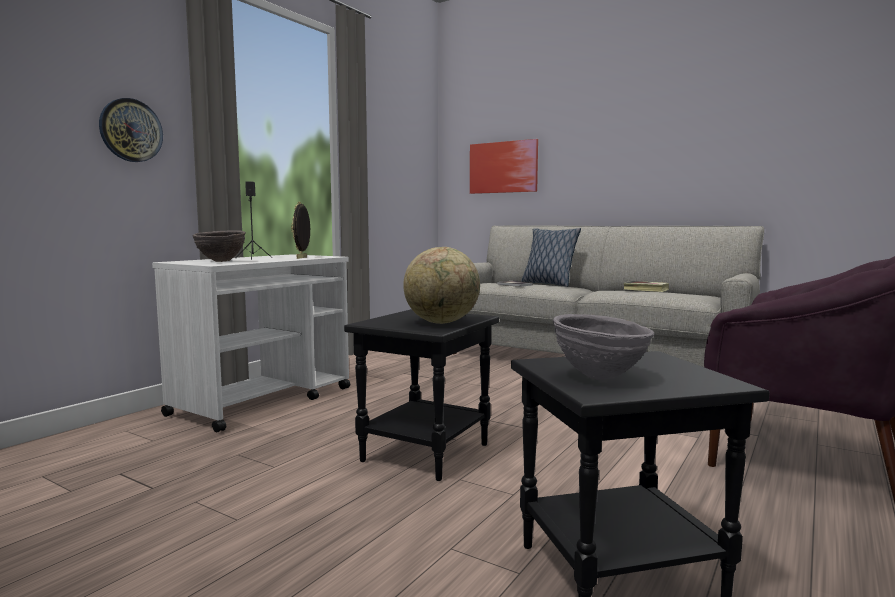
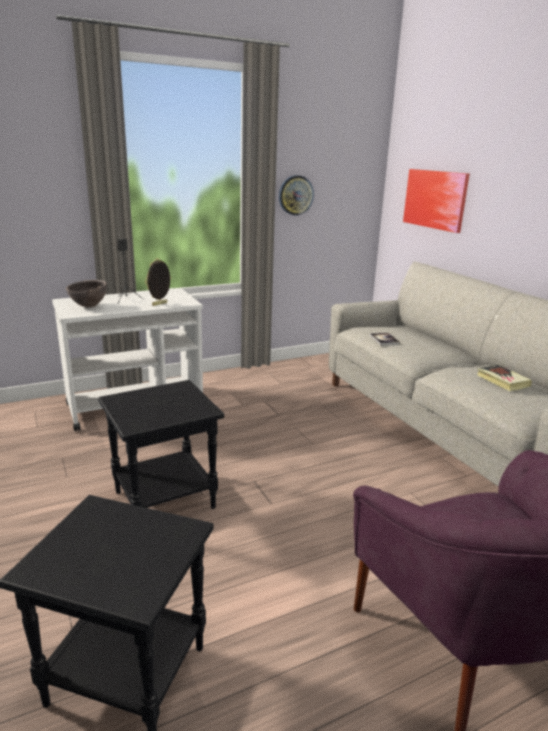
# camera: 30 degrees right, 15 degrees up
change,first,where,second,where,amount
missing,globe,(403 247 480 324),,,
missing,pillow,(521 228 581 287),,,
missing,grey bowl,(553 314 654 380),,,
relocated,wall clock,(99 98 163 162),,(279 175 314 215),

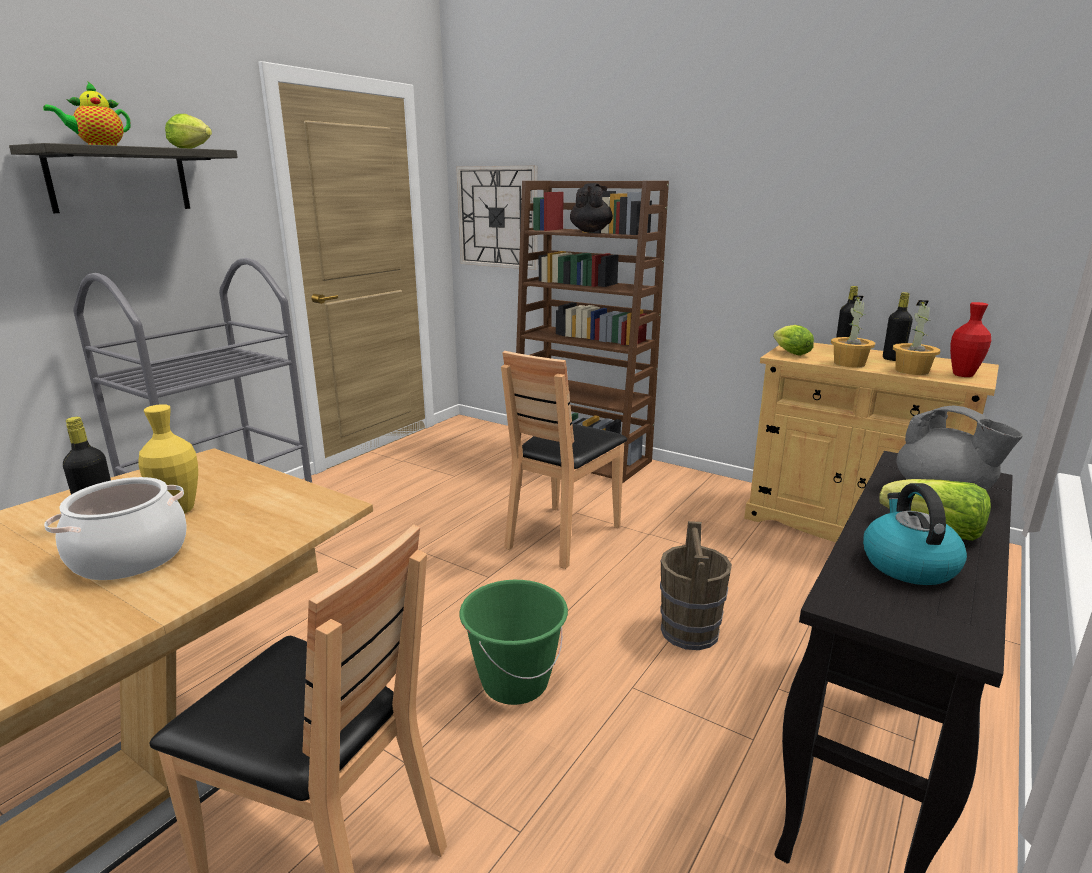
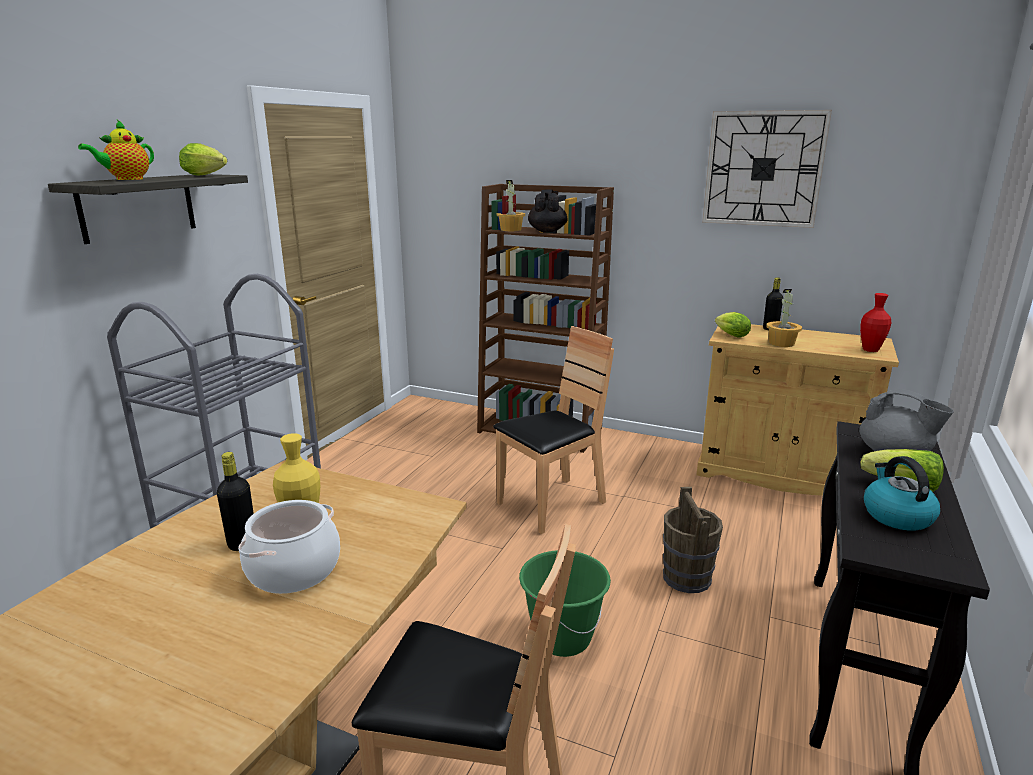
# camera: 10 degrees left, 0 degrees up
change,first,where,second,where,amount
missing,black bottle,(883 292 913 361),,,
relocated,wall clock,(456 166 538 270),,(702 110 832 228),
relocated,potted plant,(893 300 940 375),,(496 180 525 231),
spun,brown chair,(501 351 627 569),,(493 326 614 534),150 degrees counterclockwise

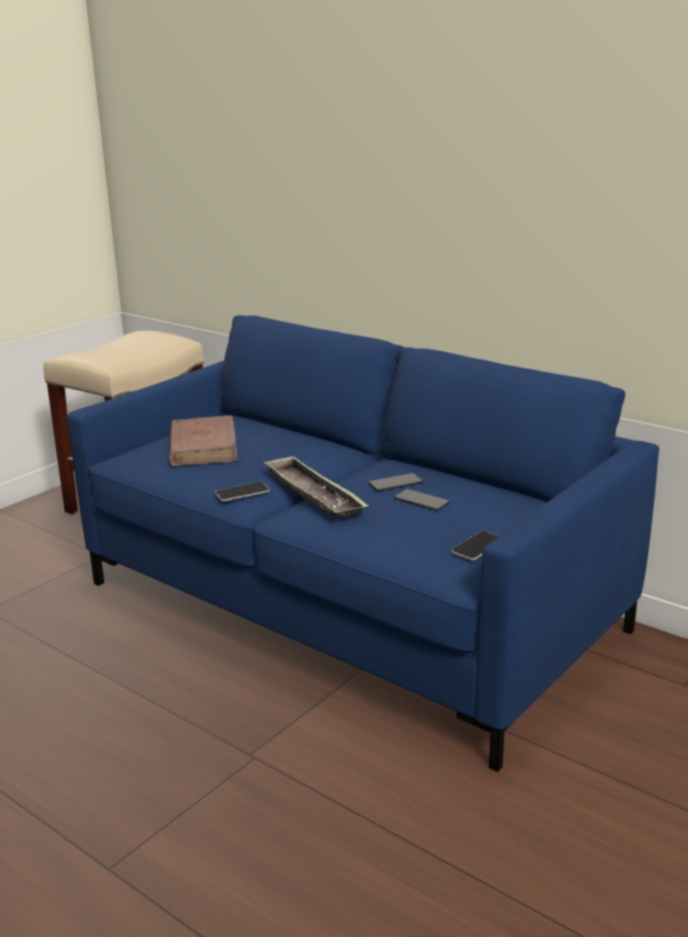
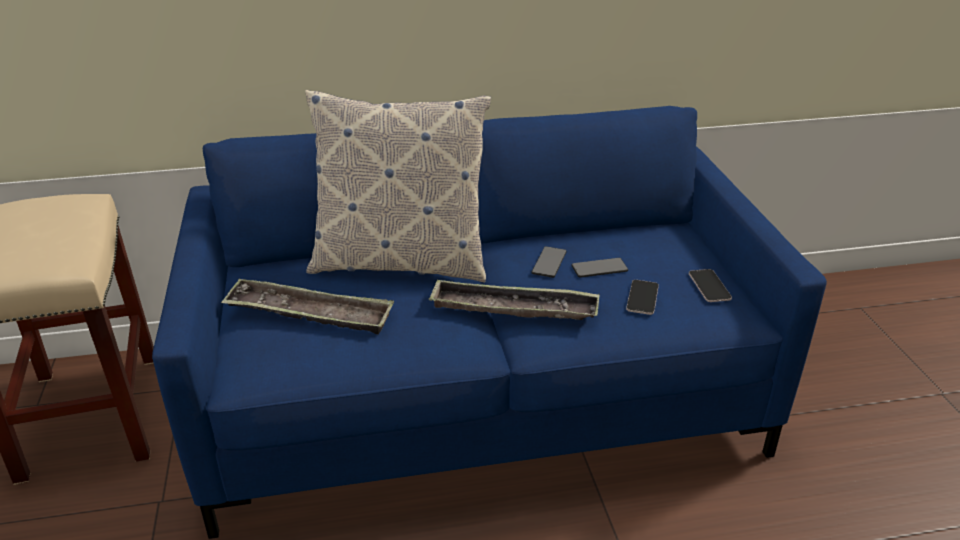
# camera: 50 degrees left, 10 degrees up
change,first,where,second,where,amount
appeared,,,pillow,(305 90 491 283),
relocated,phone,(215 482 269 501),,(626 280 659 315),
exchanged,brown book,(169 416 238 466),tray,(221 279 394 334),

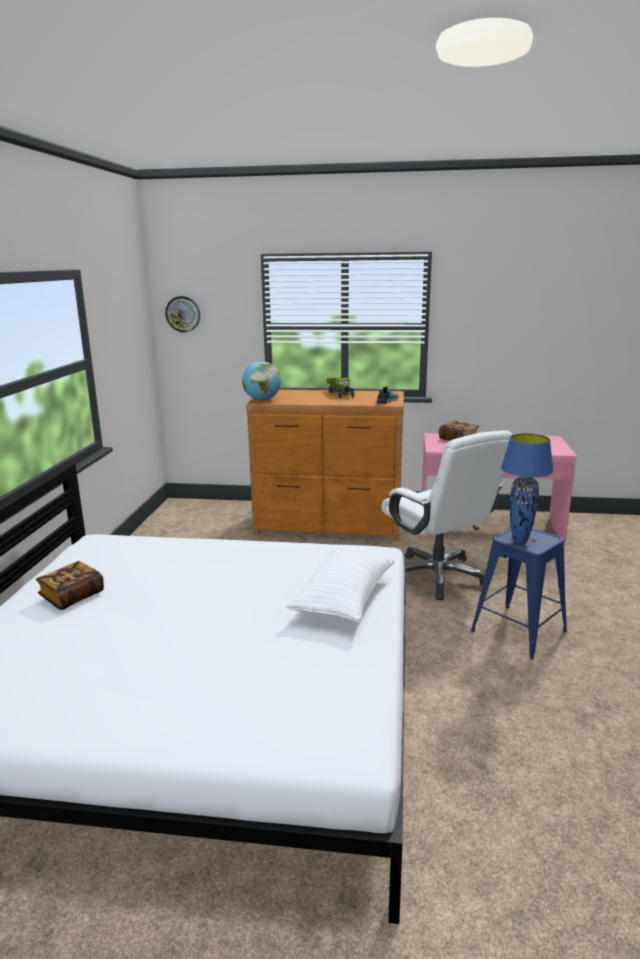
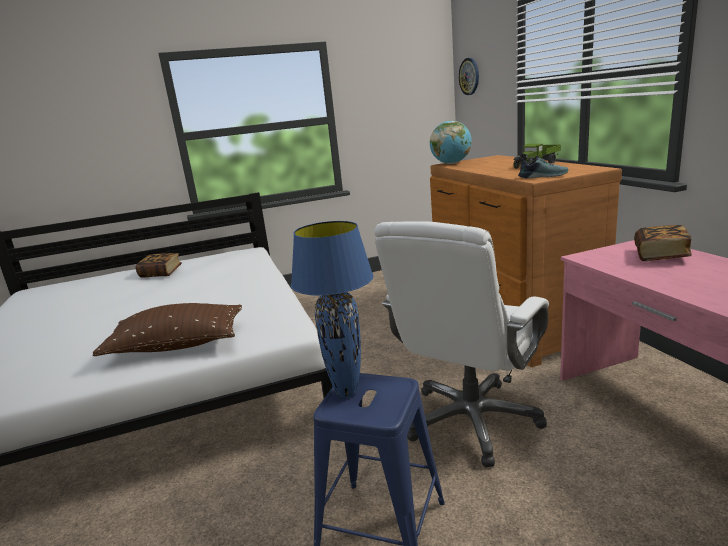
# camera: 65 degrees right, 0 degrees up
change,first,where,second,where,amount
colour,white pillow,(286 550 395 623),brown pillow,(93 303 242 356),

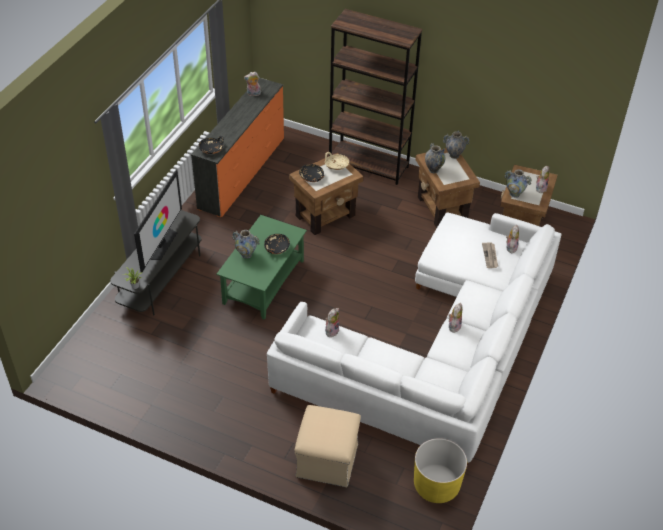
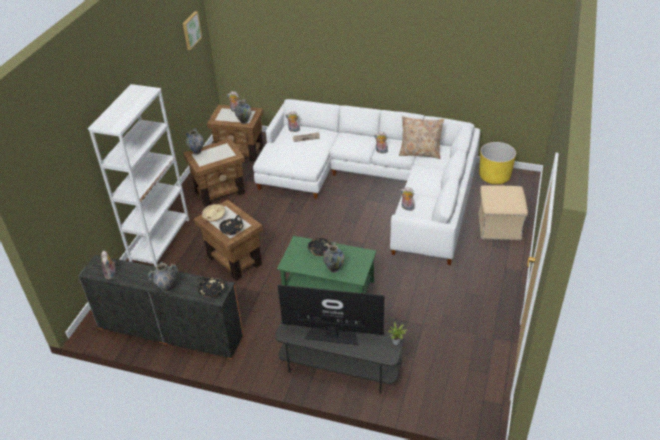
# camera: 95 degrees left, 5 degrees down
change,first,where,second,where,amount
appeared,,,picture,(183 11 202 50),
appeared,,,beige pillow,(399 116 444 159),
relocated,vase,(425 143 446 173),,(148 261 179 293),
colour,brown bookcase,(329 9 422 185),white bookcase,(88 84 189 267),

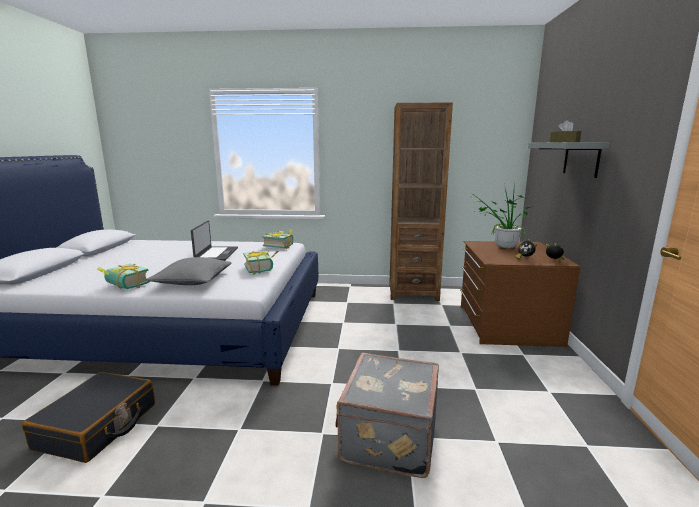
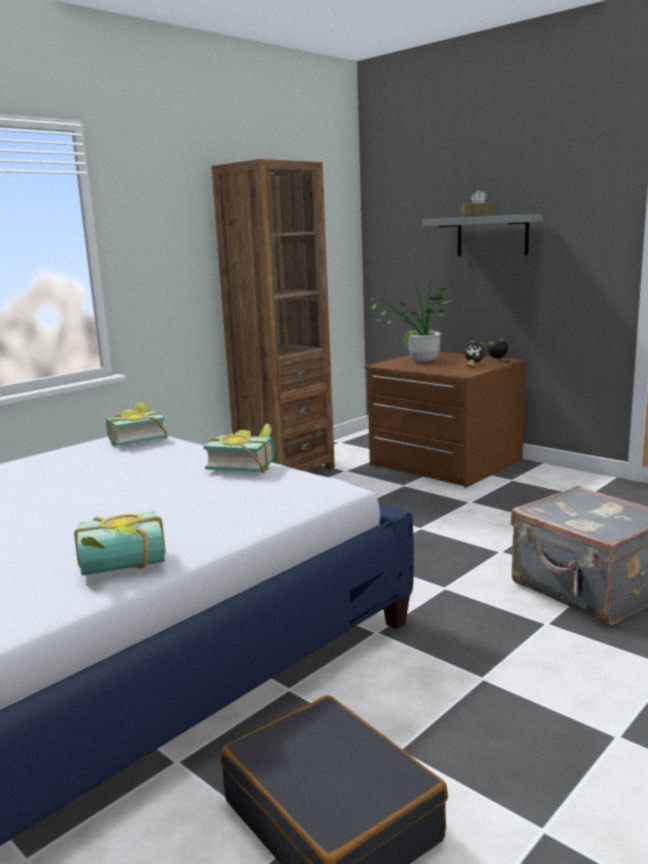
# camera: 50 degrees left, 0 degrees up
change,first,where,second,where,amount
missing,grey pillow,(146 257 232 285),,,
missing,laptop,(191 220 238 261),,,

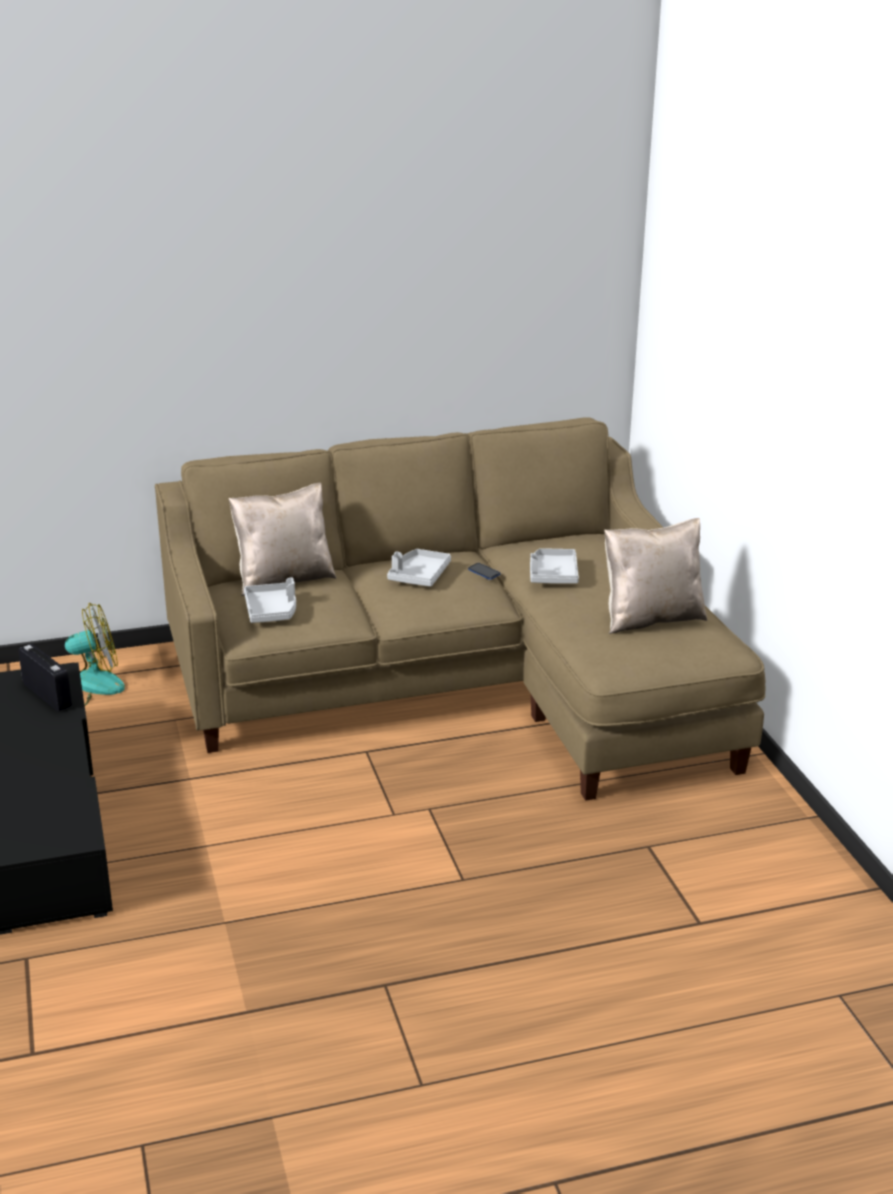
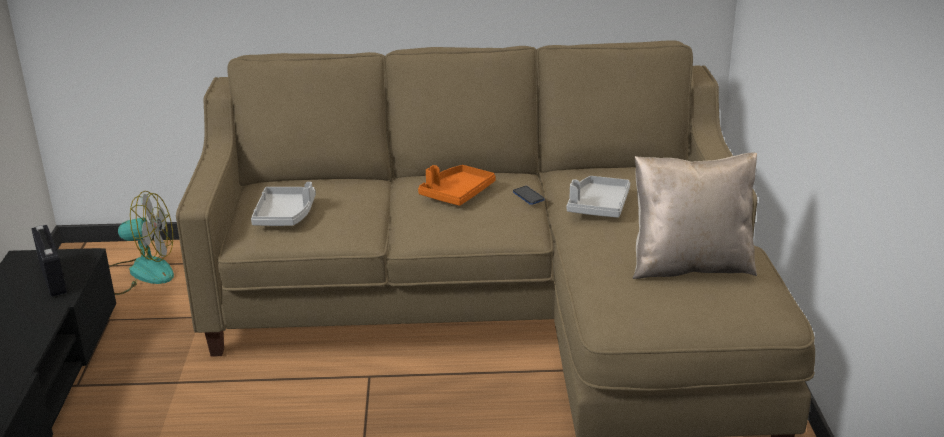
# camera: 15 degrees right, 0 degrees up
change,first,where,second,where,amount
missing,beige pillow,(229 483 336 596),,,
colour,grey tray,(387 549 451 587),orange tray,(418 165 496 206),

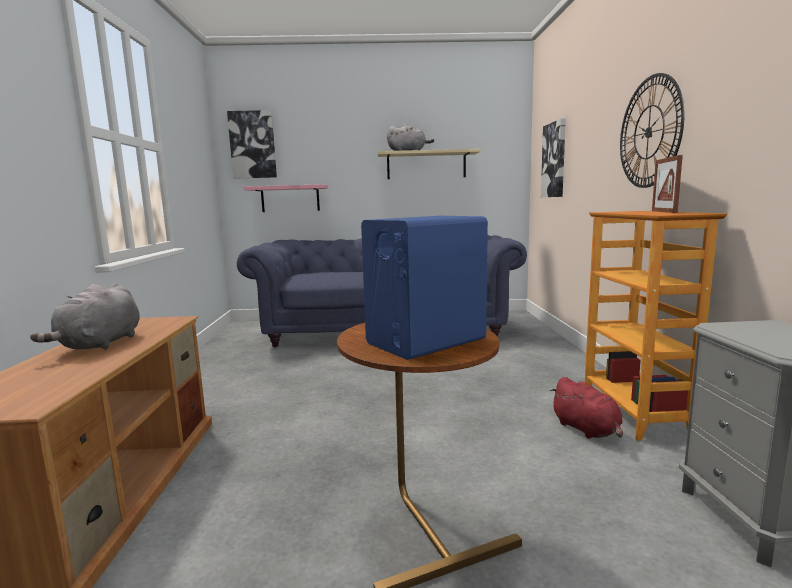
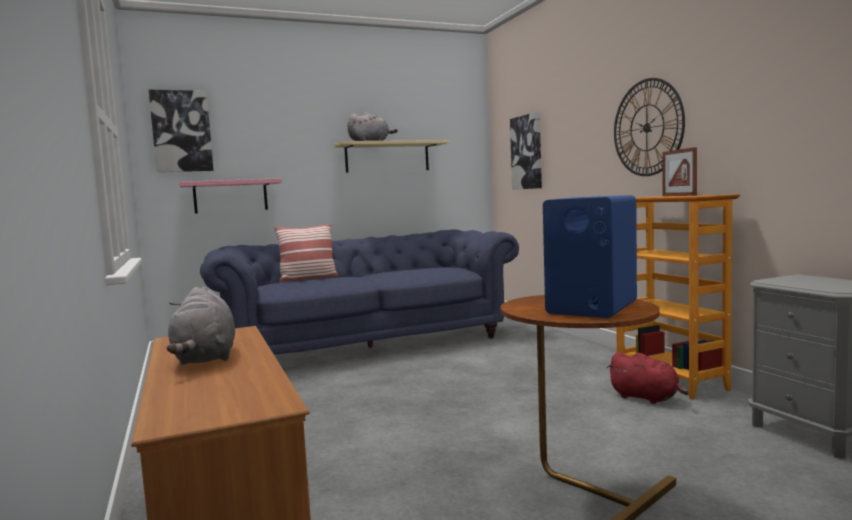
# camera: 20 degrees left, 5 degrees down
change,first,where,second,where,amount
appeared,,,pillow,(274 224 339 282),

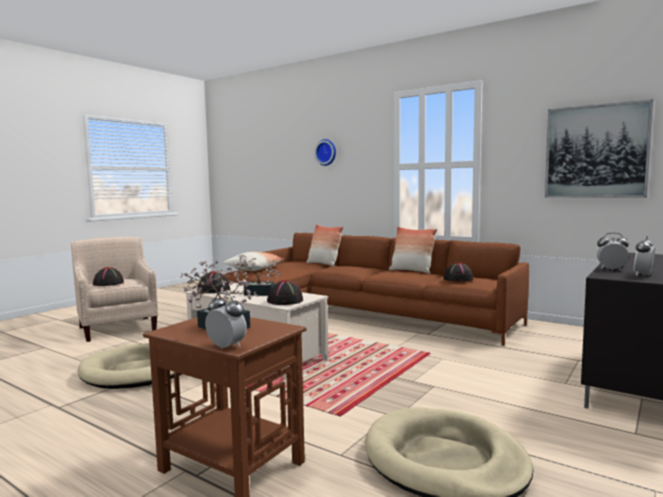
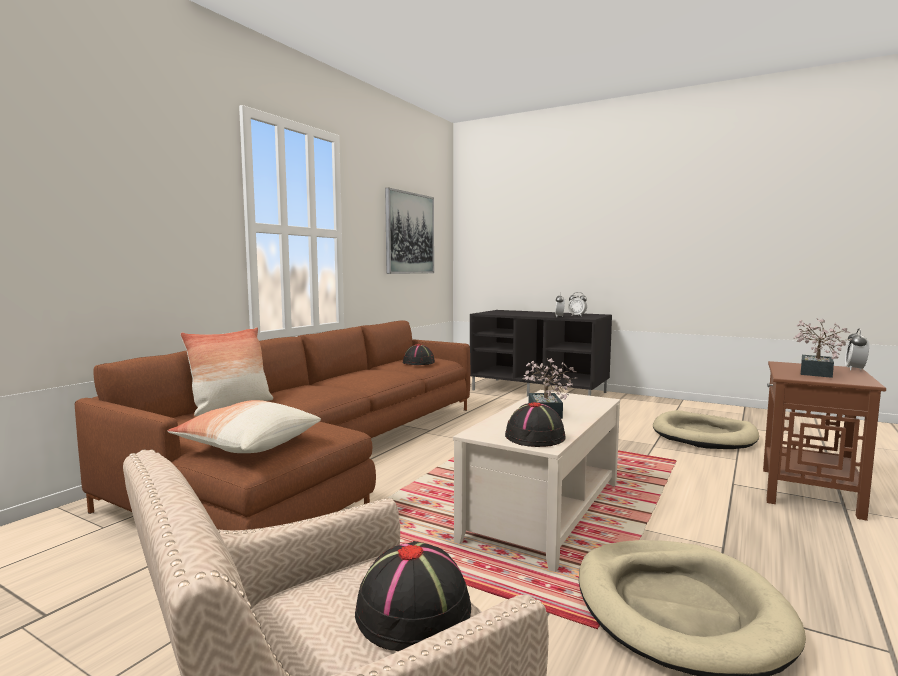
# camera: 95 degrees left, 0 degrees up
change,first,where,second,where,amount
missing,black hat,(267 280 303 305),,,
missing,wall clock,(314 139 336 166),,,
missing,pillow,(389 226 437 274),,,

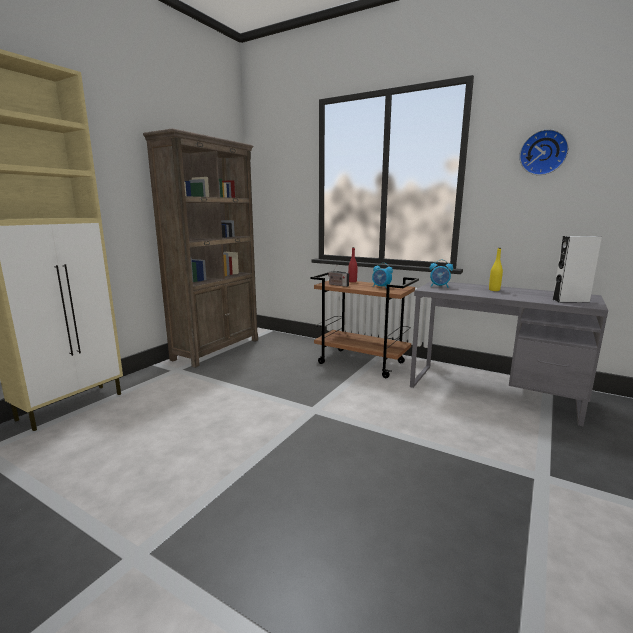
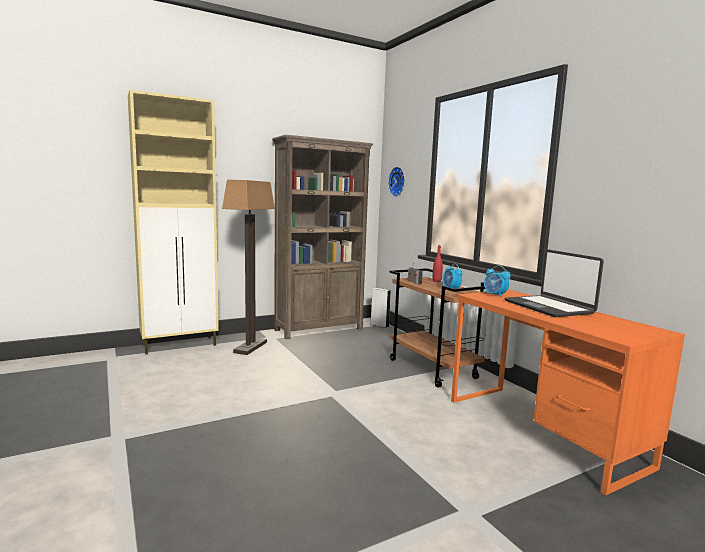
# camera: 30 degrees right, 5 degrees down
change,first,where,second,where,amount
appeared,,,floor lamp,(222 180 275 355),
relocated,wall clock,(519 129 569 175),,(388 167 405 197),
relocated,white speaker,(552 236 602 303),,(371 288 391 328),
exchanged,yellow bottle,(489 248 503 291),laptop,(504 250 604 317),
colour,grey desk,(410 281 608 426),orange desk,(451 290 685 495),

